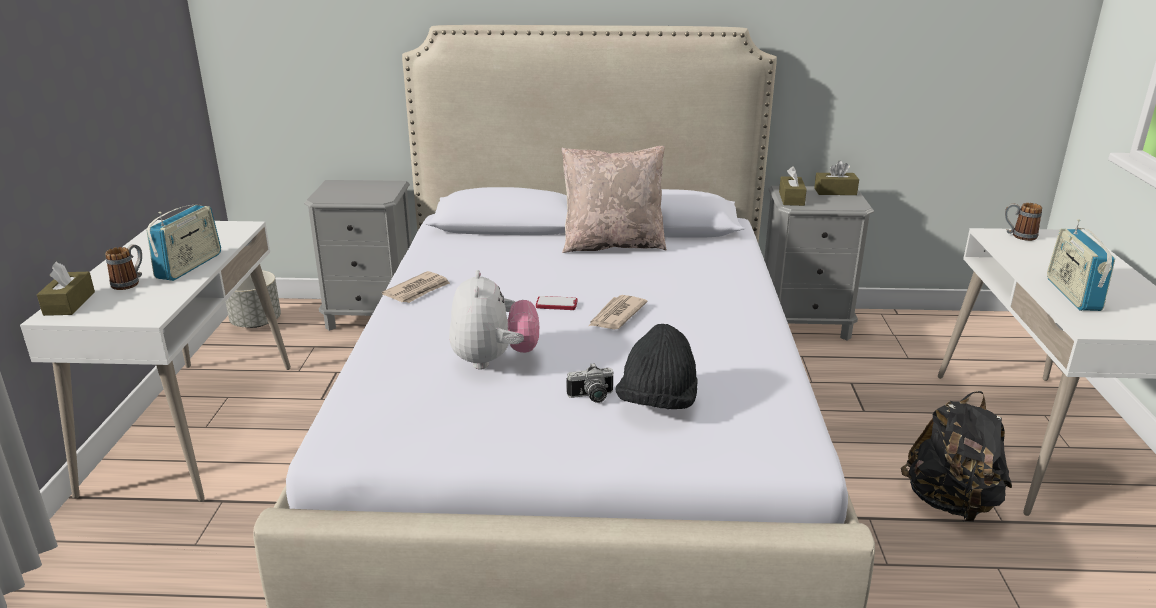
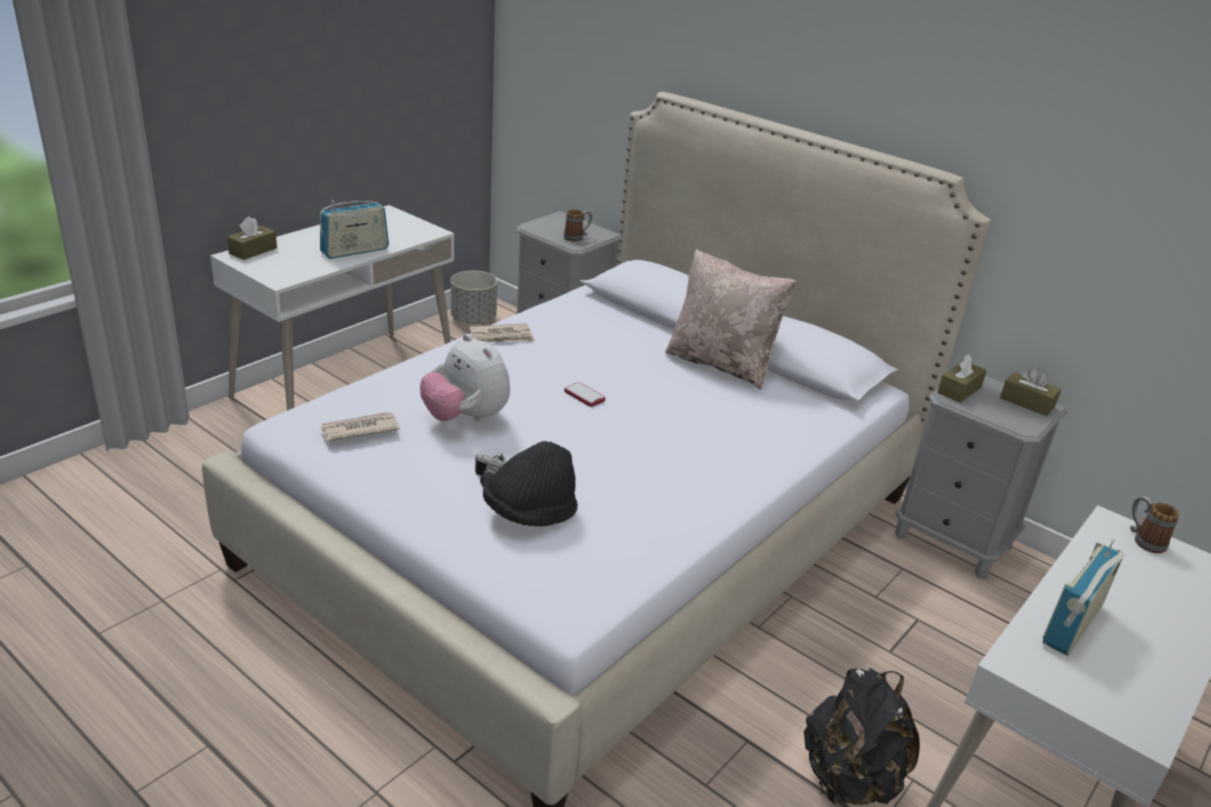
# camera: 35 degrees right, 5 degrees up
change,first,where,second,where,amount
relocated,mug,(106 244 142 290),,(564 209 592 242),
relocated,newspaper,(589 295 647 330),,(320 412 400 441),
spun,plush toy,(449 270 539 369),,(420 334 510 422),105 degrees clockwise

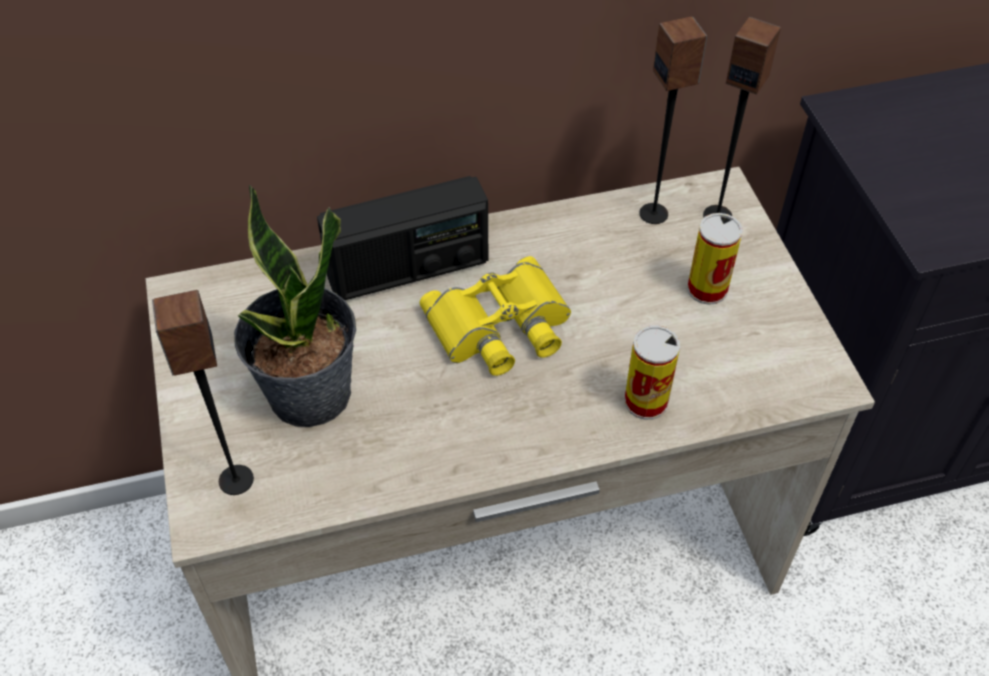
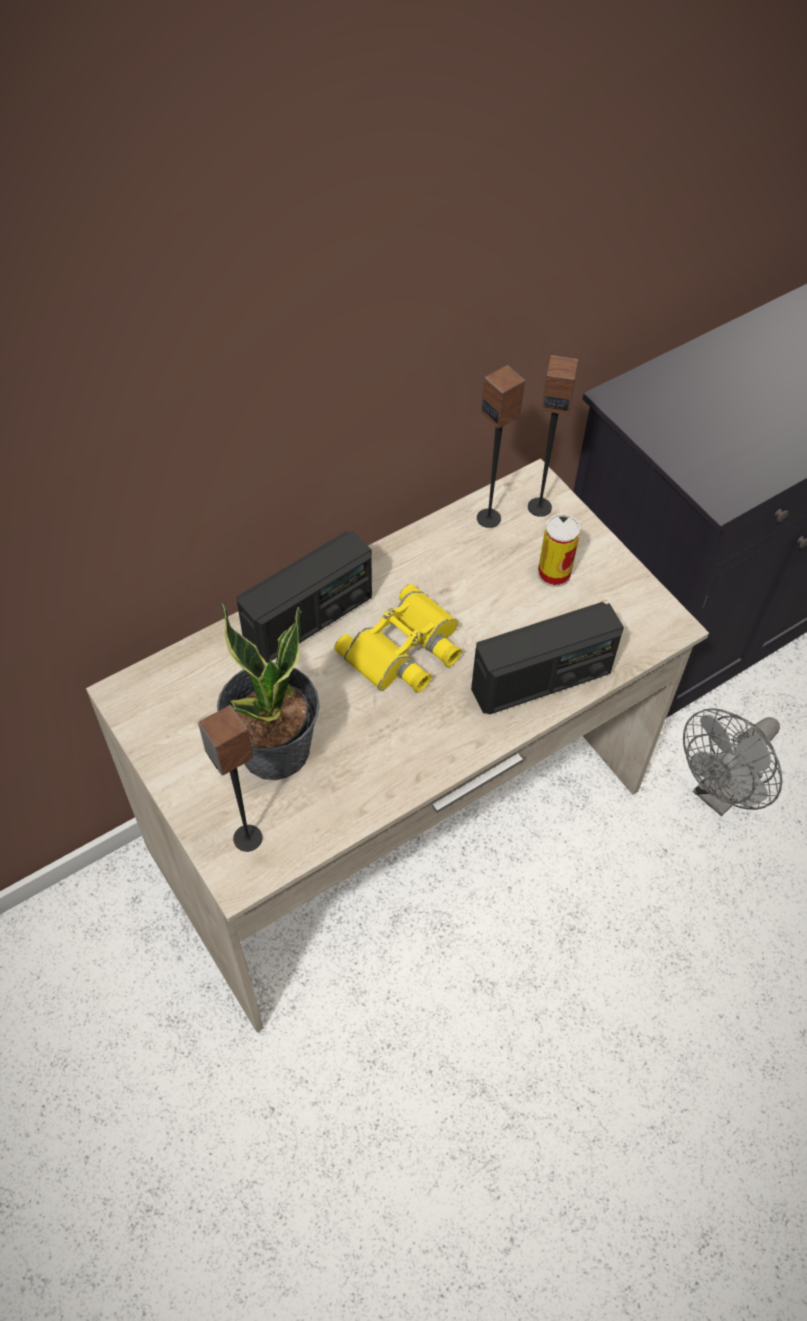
# camera: 20 degrees left, 5 degrees up
change,first,where,second,where,amount
appeared,,,grey fan,(683 708 782 816),
exchanged,can,(624 325 680 420),radio,(471 602 624 714),

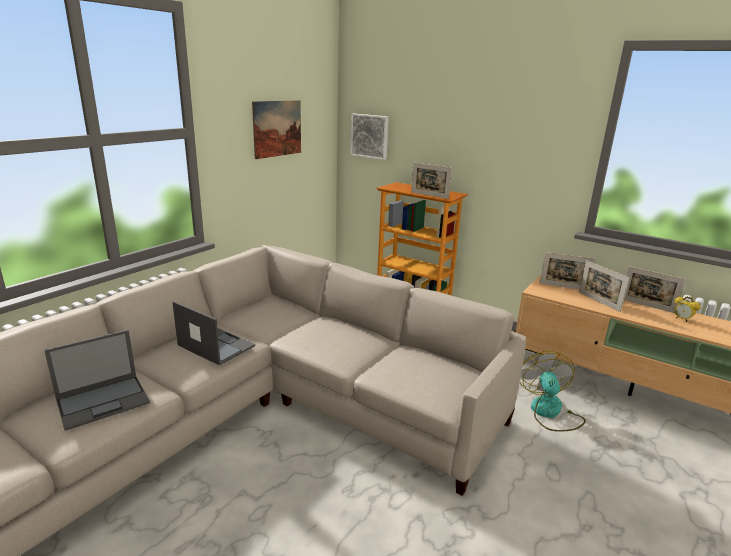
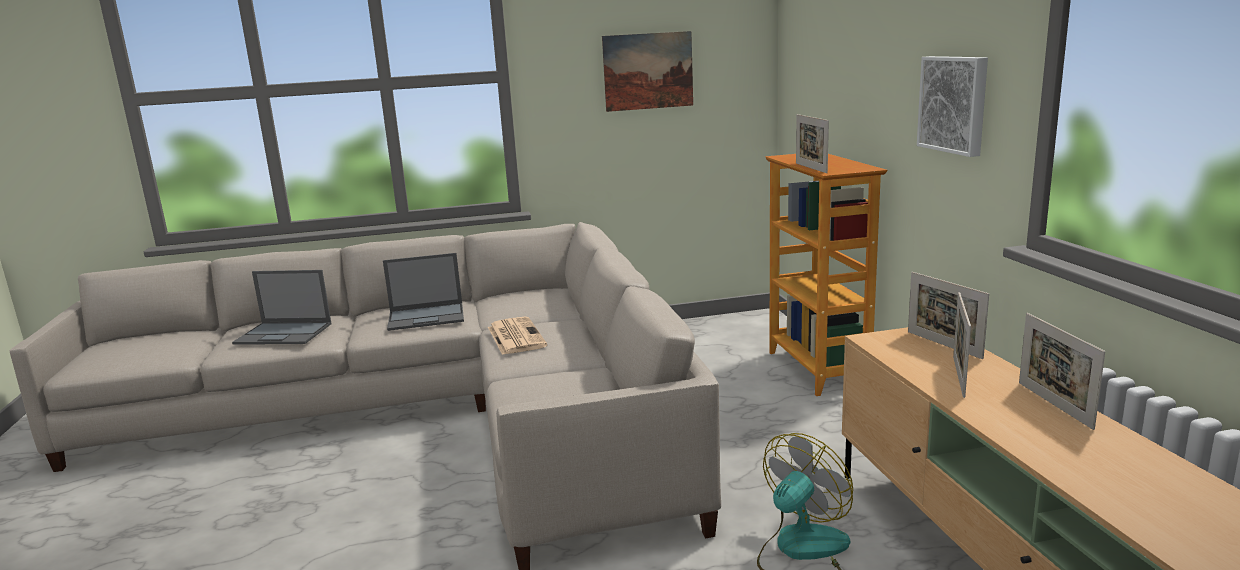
# camera: 45 degrees right, 5 degrees down
change,first,where,second,where,amount
missing,alarm clock,(674 297 701 322),,,
appeared,,,newspaper,(488 317 547 355),
relocated,picture,(351 114 389 160),,(917 56 988 157),
spun,laptop,(172 301 255 365),,(383 253 464 331),90 degrees clockwise

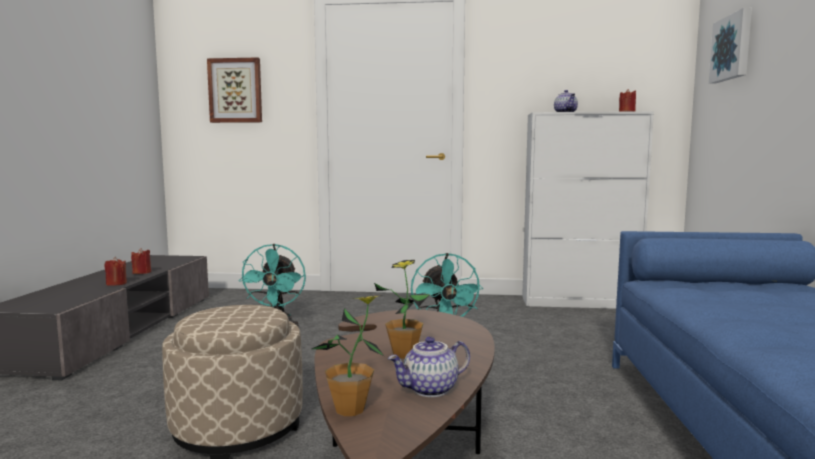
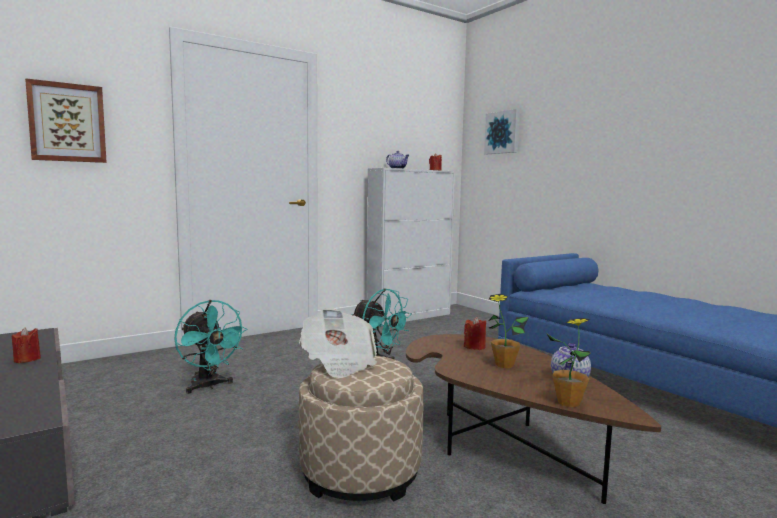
# camera: 40 degrees left, 0 degrees up
change,first,where,second,where,amount
appeared,,,newspaper,(299 308 377 378),
relocated,red candle,(104 257 127 286),,(464 317 486 350),

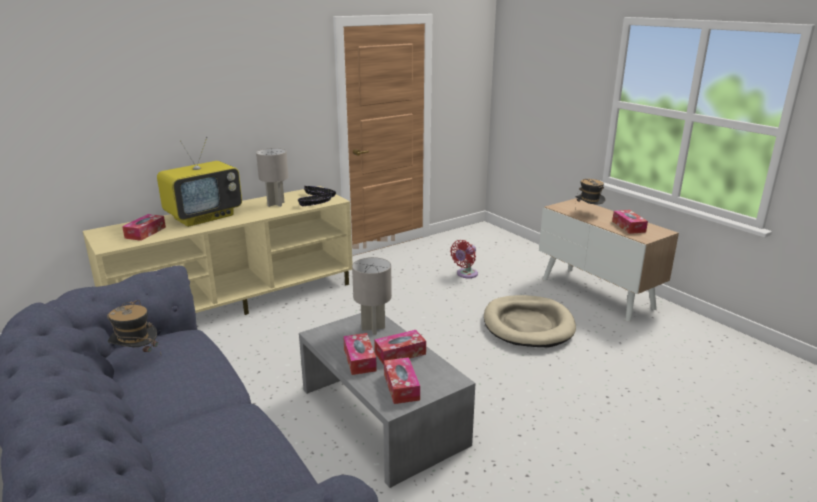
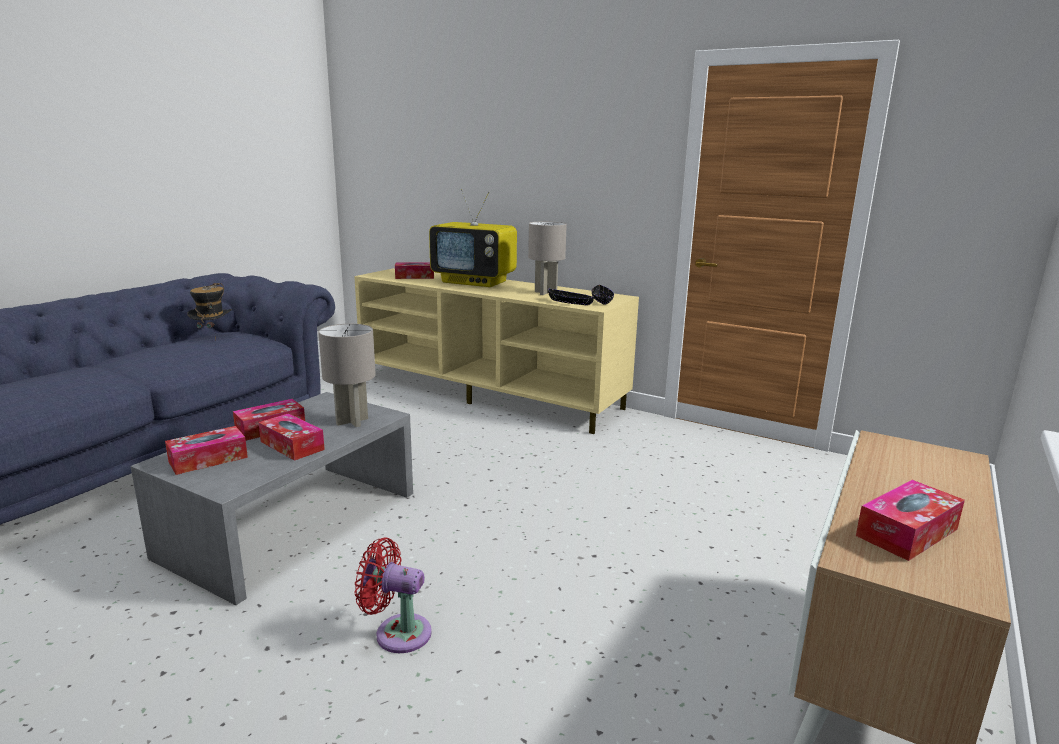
# camera: 65 degrees right, 5 degrees down
change,first,where,second,where,amount
missing,beige dog bed,(484 295 576 347),,,
missing,hat,(575 179 606 206),,,
relocated,red fan,(450 240 478 278),,(355 538 432 653),

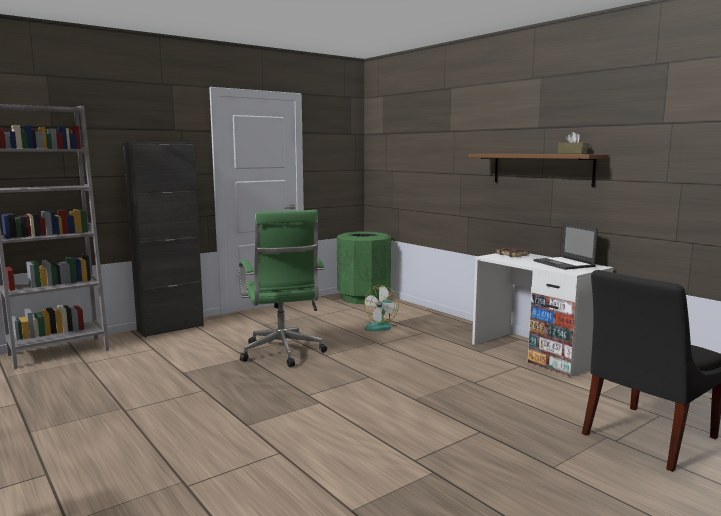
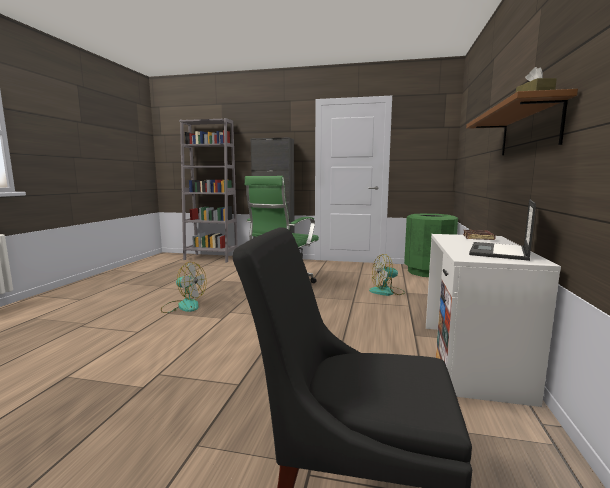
# camera: 50 degrees right, 0 degrees up
change,first,where,second,where,amount
appeared,,,fan,(161 262 206 313),

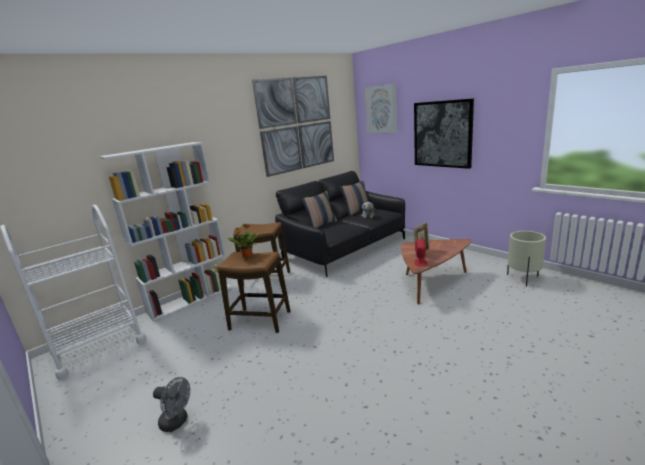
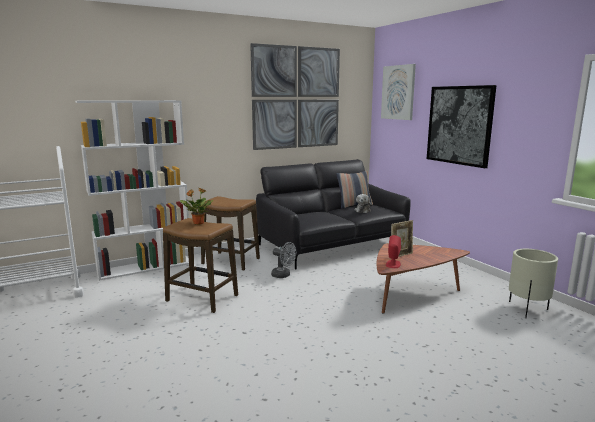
# camera: 10 degrees right, 5 degrees down
change,first,where,second,where,amount
missing,pillow,(302 191 337 228),,,
relocated,grey fan,(153 377 190 432),,(271 242 296 278),

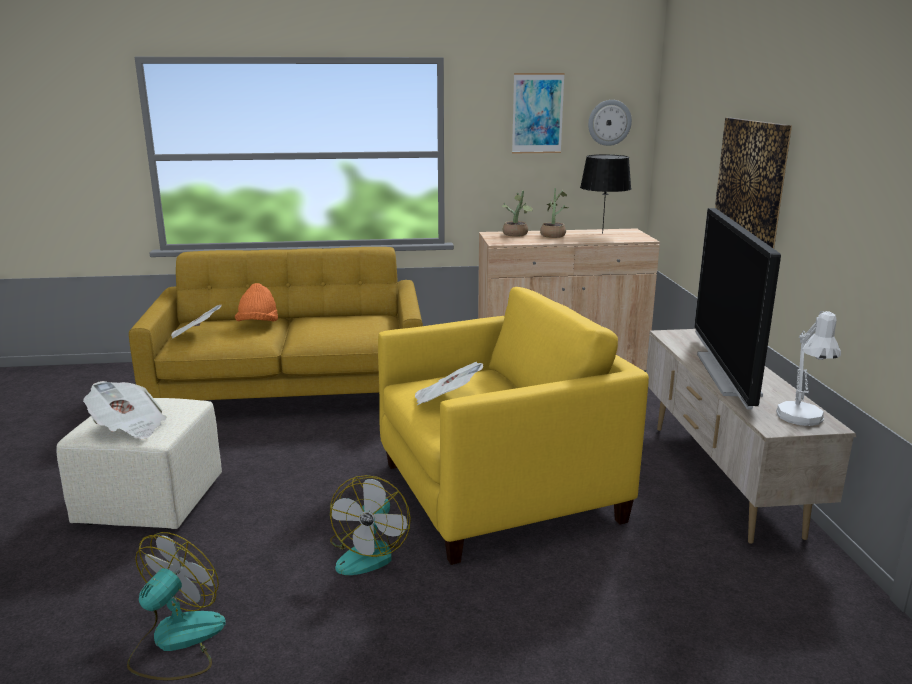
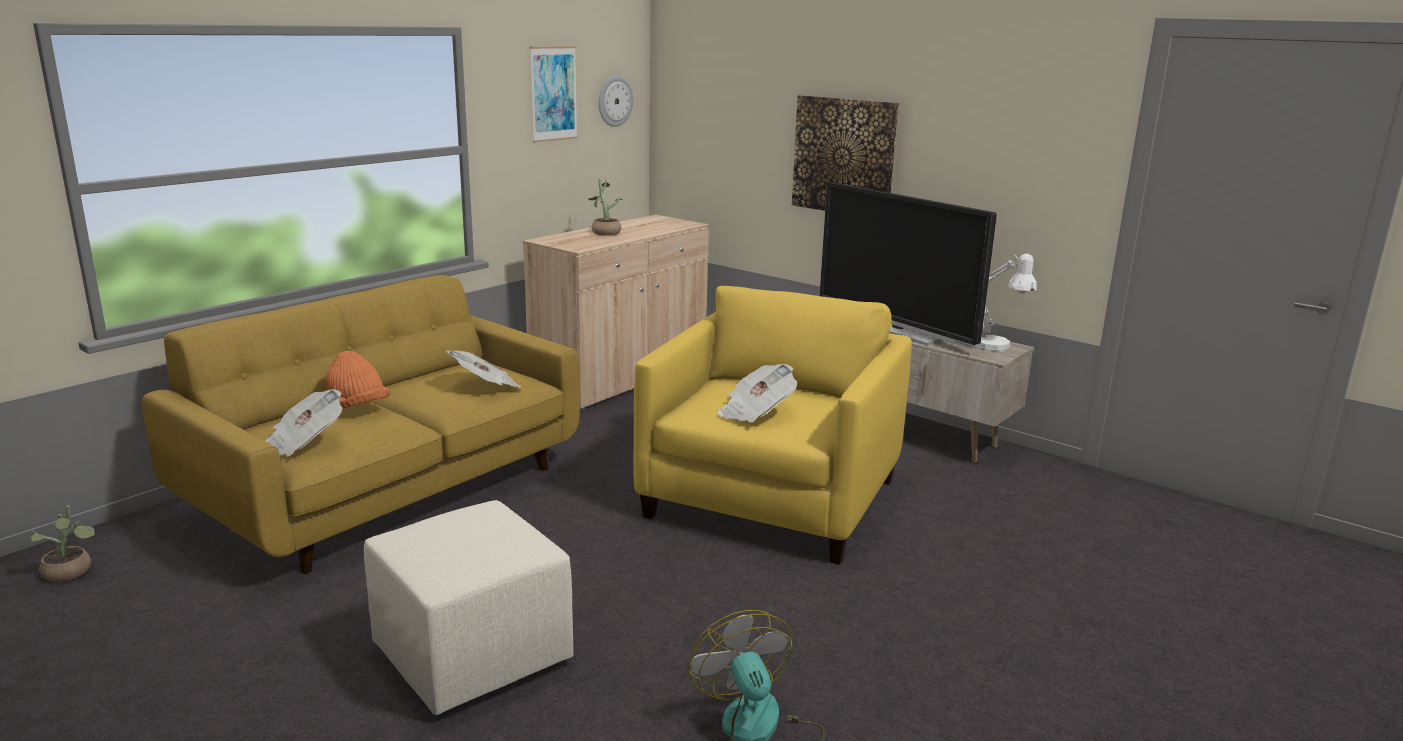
# camera: 45 degrees left, 0 degrees up
change,first,where,second,where,amount
missing,fan,(330 475 411 575),,,
missing,black table lamp,(580 154 631 234),,,
relocated,newspaper,(83 381 167 439),,(446 350 521 388),
relocated,potted plant,(502 190 533 237),,(31 505 96 582),

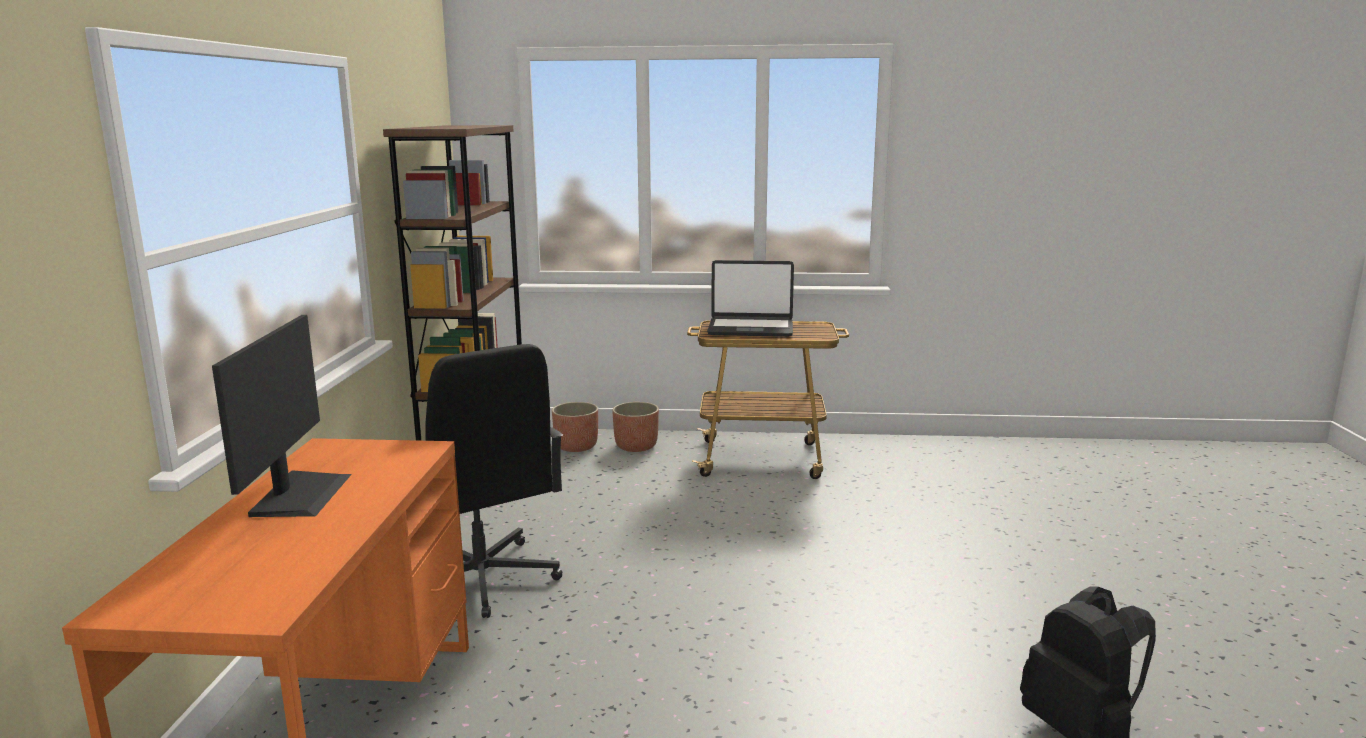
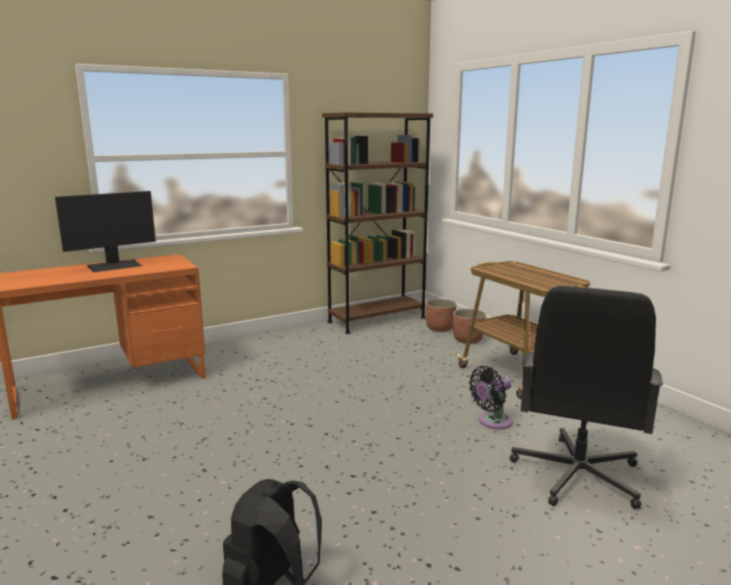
# camera: 55 degrees right, 0 degrees up
change,first,where,second,where,amount
missing,laptop,(707 260 794 337),,,
appeared,,,black fan,(469 366 513 429),
relocated,black office chair,(426 344 563 618),,(510 286 663 509),

